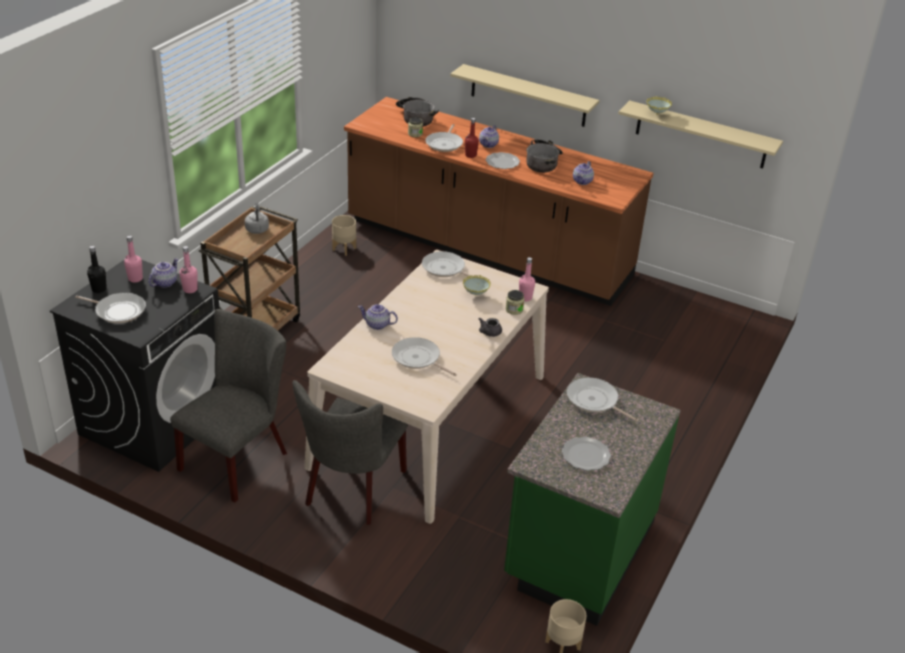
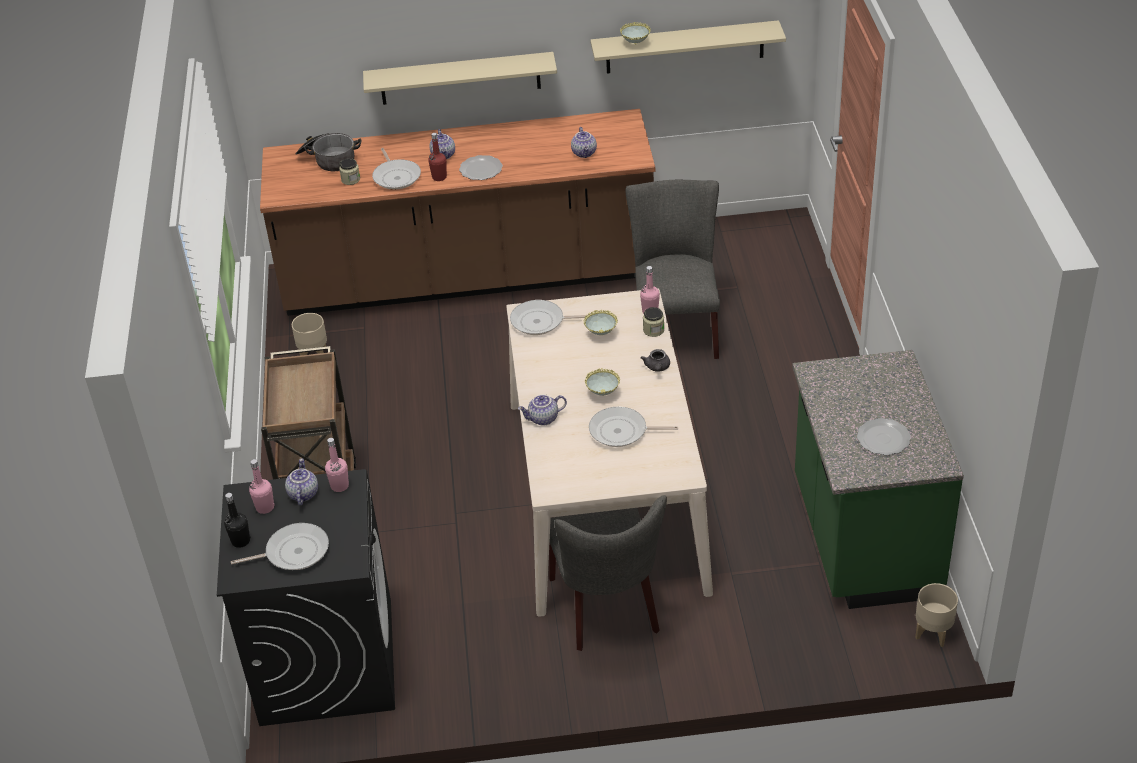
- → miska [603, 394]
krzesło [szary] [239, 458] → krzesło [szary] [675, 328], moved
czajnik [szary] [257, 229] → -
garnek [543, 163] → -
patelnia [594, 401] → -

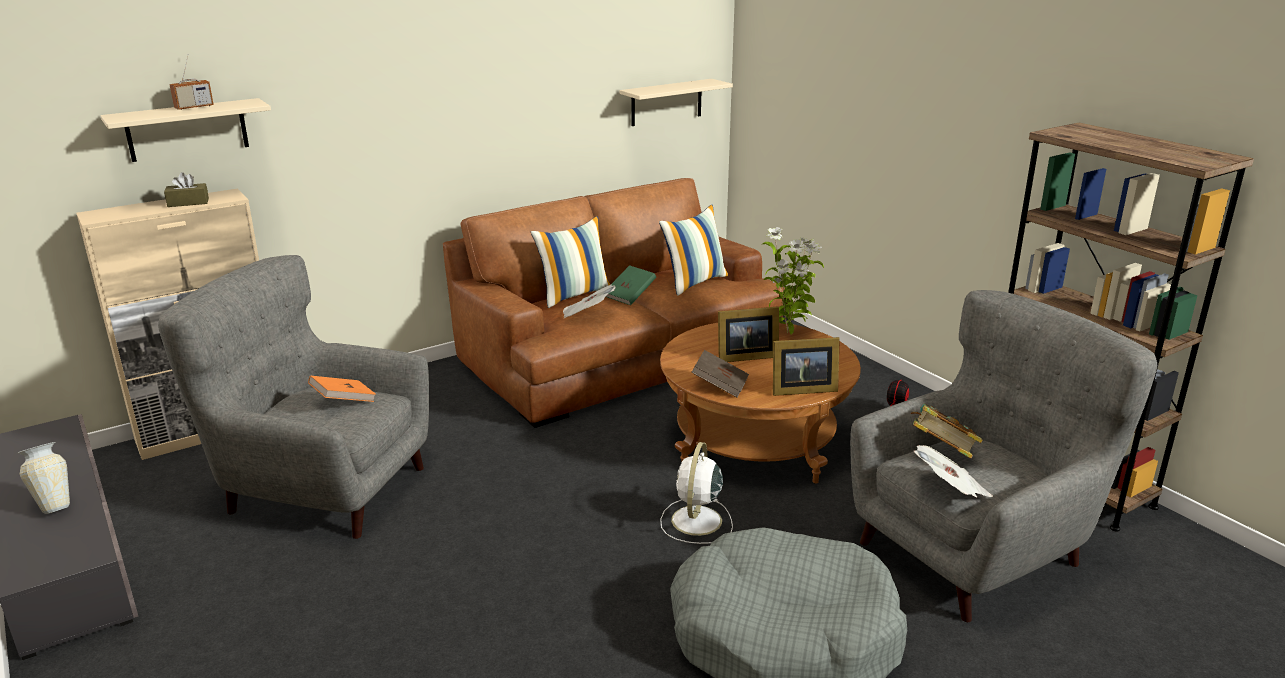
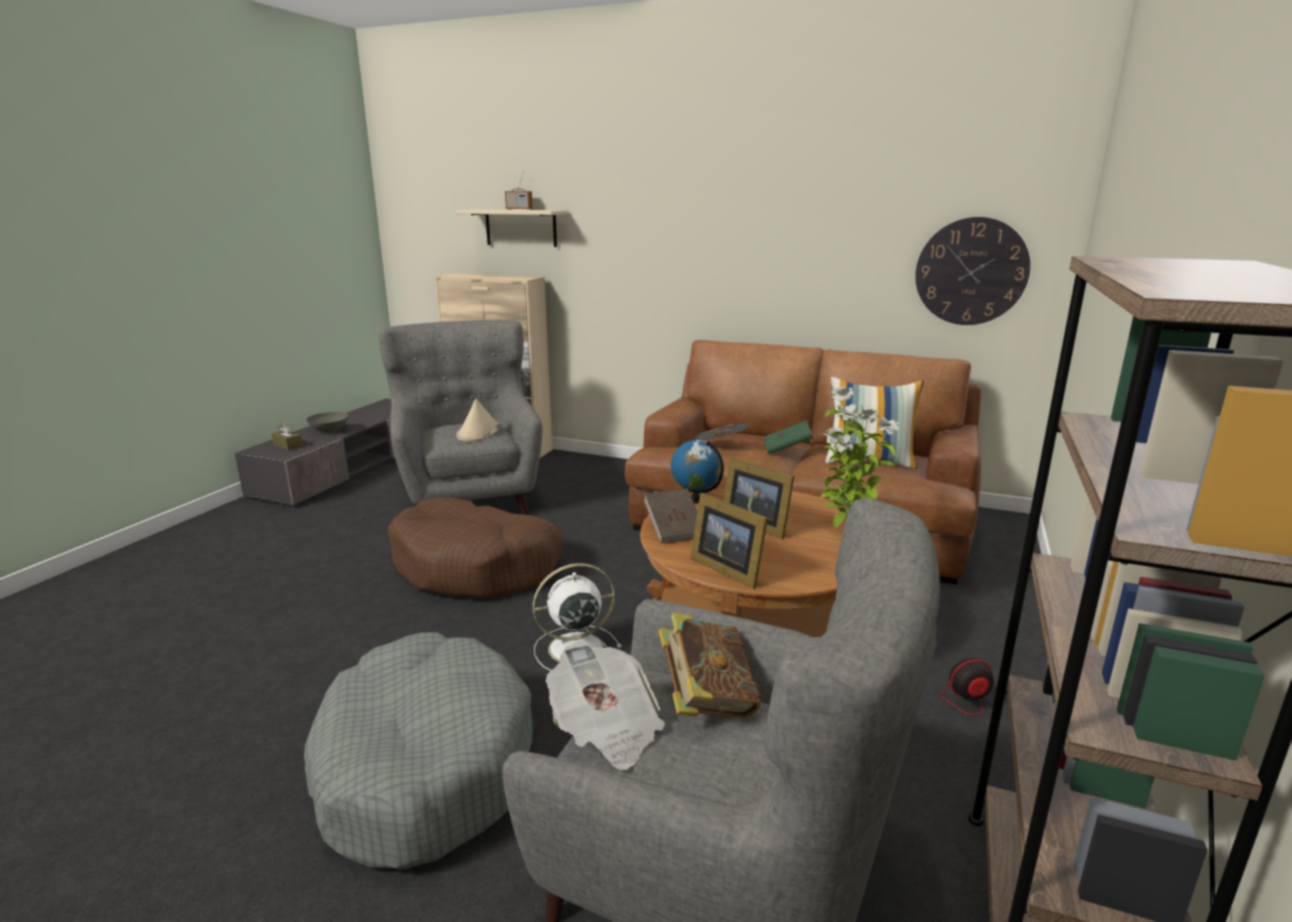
pudełko chusteczek [brązowy] [188, 202] → pudełko chusteczek [brązowy] [288, 445], moved
wazon [55, 505] → miska [szary] [330, 431]
- → legowisko [brązowy] [477, 567]
książka [pomarańczowy] [343, 401] → kapelusz [beżowy] [478, 432]
- → globus [695, 500]
półka [beżowy] [666, 102] → zegar ścienny [971, 272]
poduszka [574, 295] → -

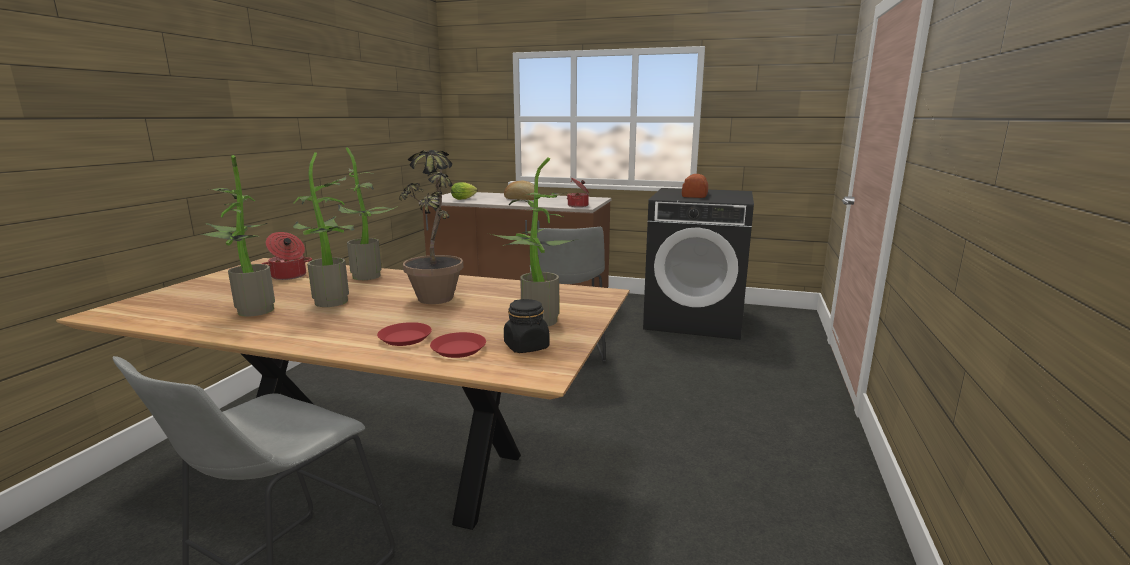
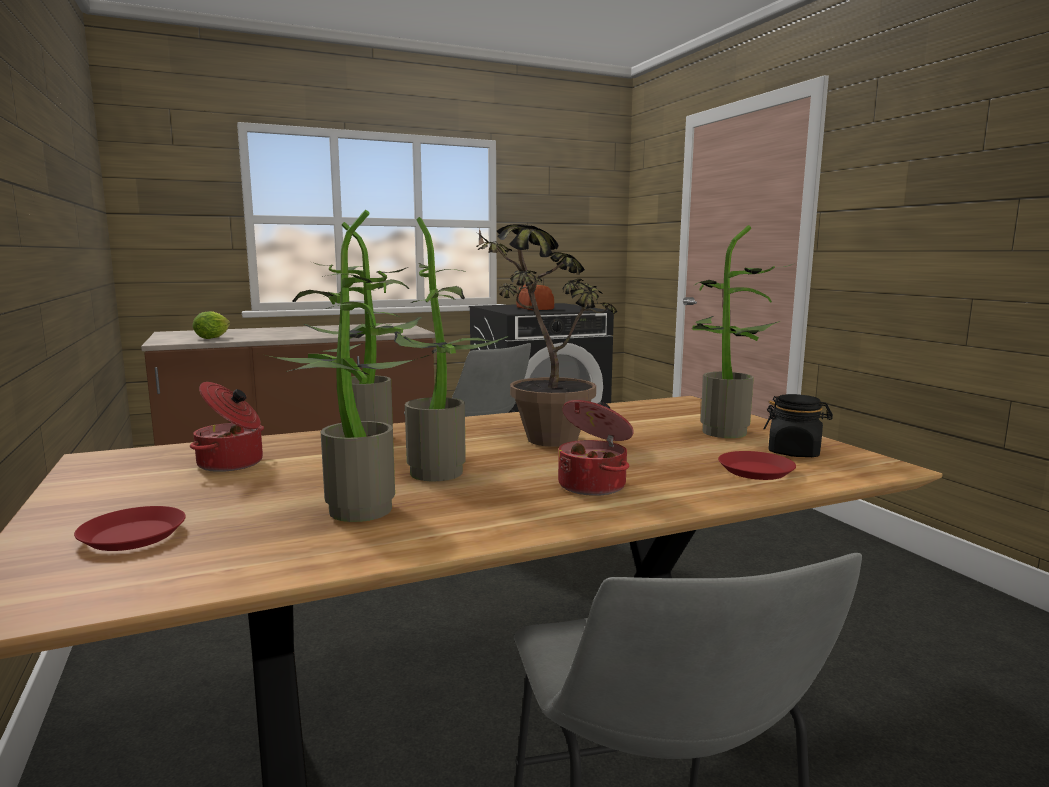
talerz [czerwony] [405, 338] → talerz [czerwony] [133, 535], moved
garnek [578, 206] → garnek [593, 485], moved
chleb [521, 199] → -

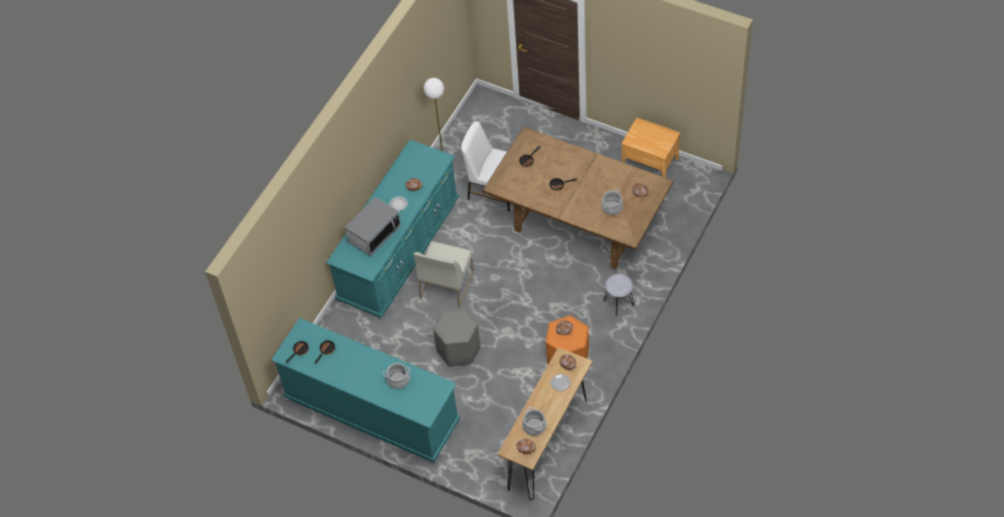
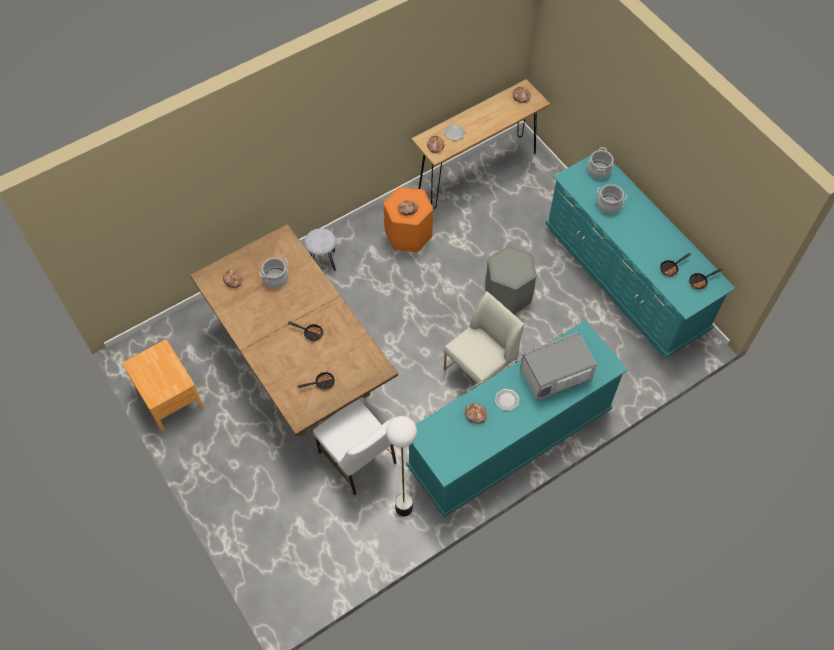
garnek [534, 426] → garnek [599, 170], moved

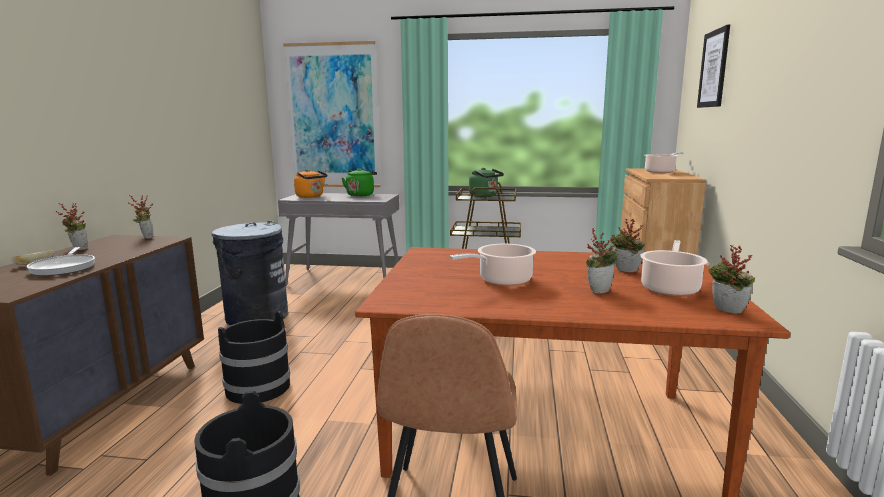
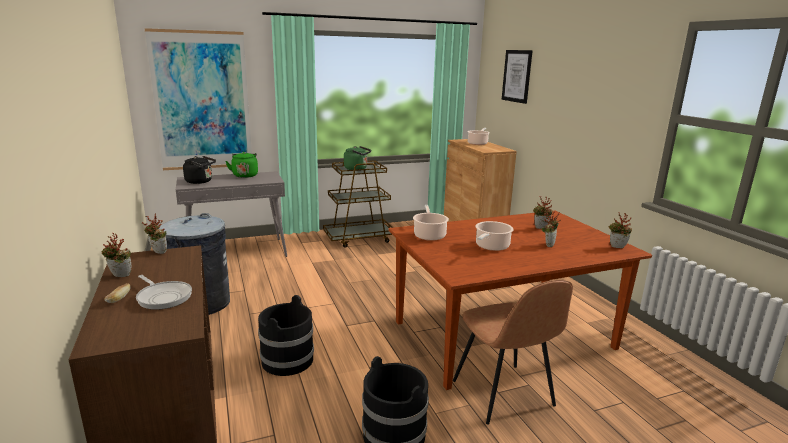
czajnik [pomarańczowy] [311, 196] → czajnik [czarny] [200, 181]
garnek [670, 288] → garnek [429, 235], moved

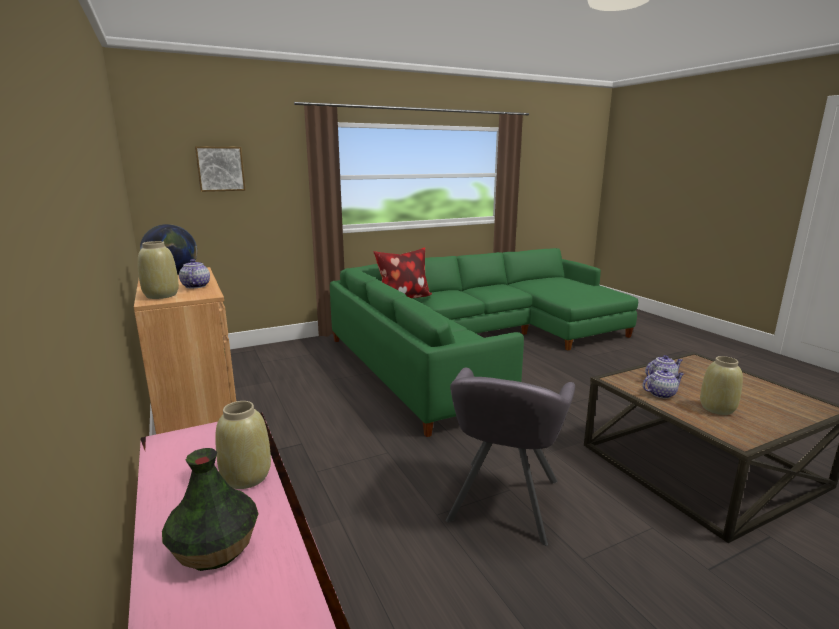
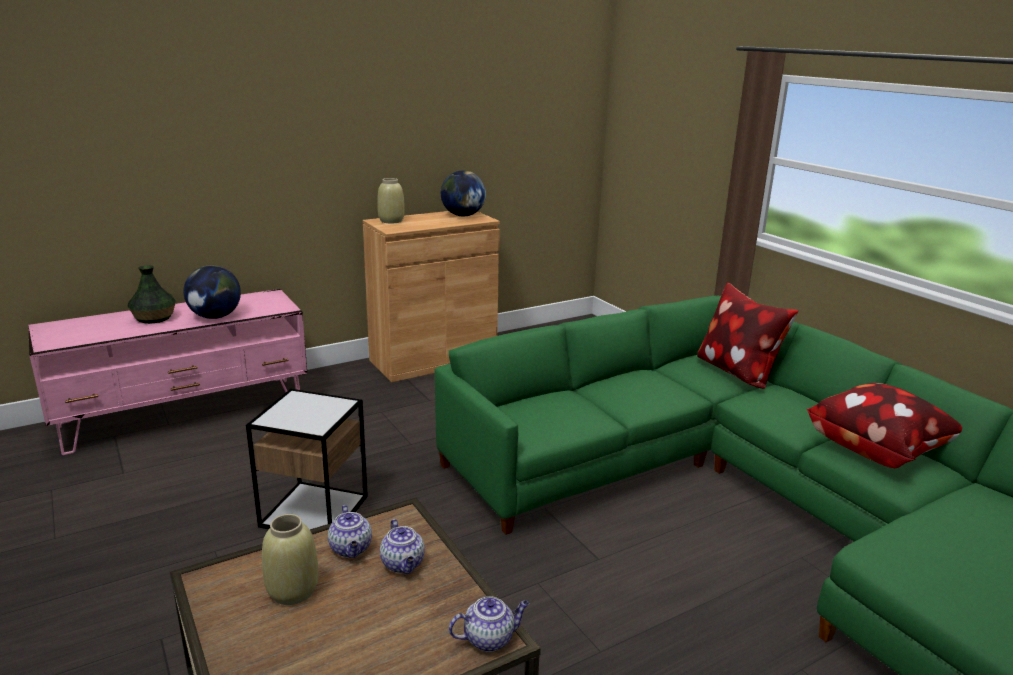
wazon [beżowy] [247, 477] → globus [215, 317]
fotel [szary] [503, 500] → stolik [314, 511]
imbryk [195, 286] → imbryk [489, 638], moved
- → poduszka [876, 449]
obraz [220, 169] → -

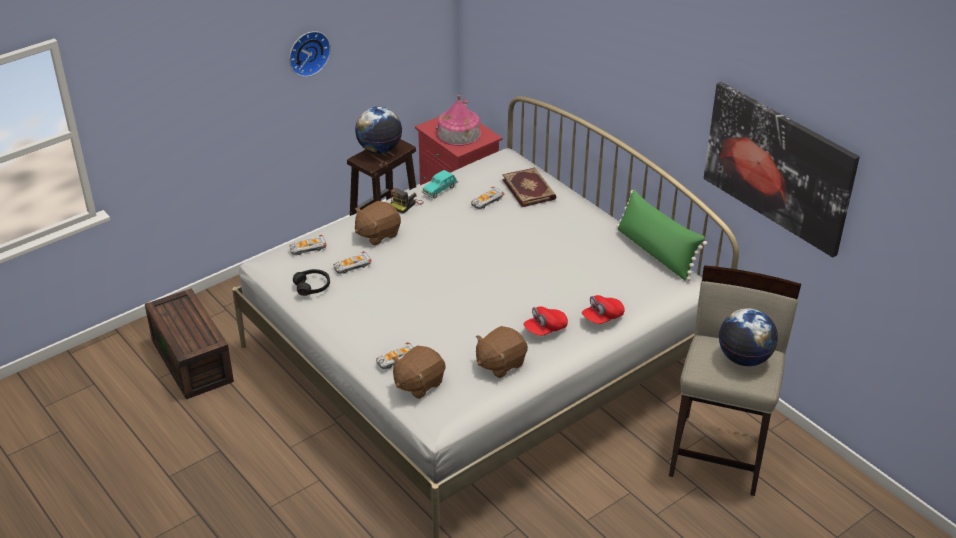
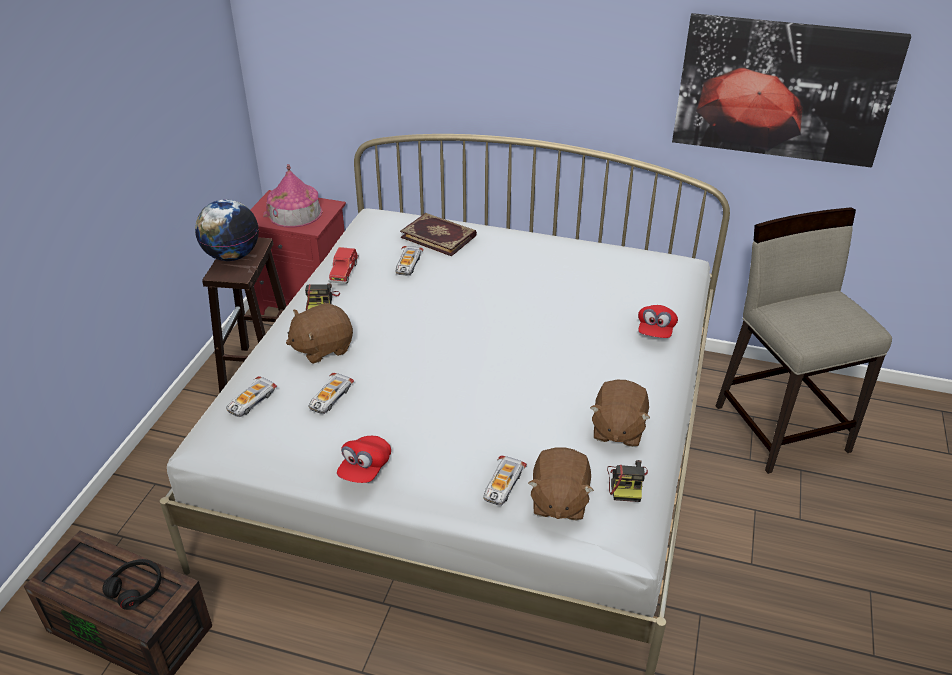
słuchawki [czarny] [312, 286] → słuchawki [czarny] [136, 588], moved
pluszak [brązowy] [377, 234] → pluszak [brązowy] [322, 348], 45 degrees clockwise
samochodzik [turkusowy] [440, 190] → samochodzik [czerwony] [344, 272]
czapka z daszkiem [czerwony] [545, 329] → czapka z daszkiem [czerwony] [365, 469], moved
- → aparat fotograficzny [626, 483]
zegar ścienny [307, 52] → -
poduszka [zielony] [656, 252] → -
globus [744, 358] → -

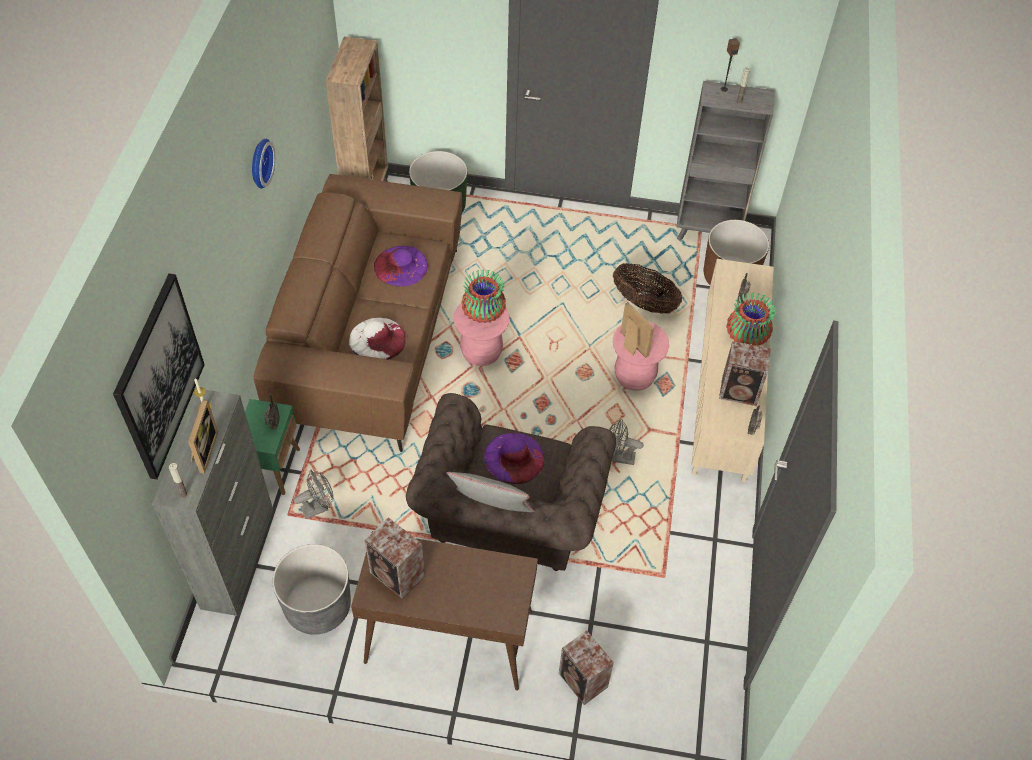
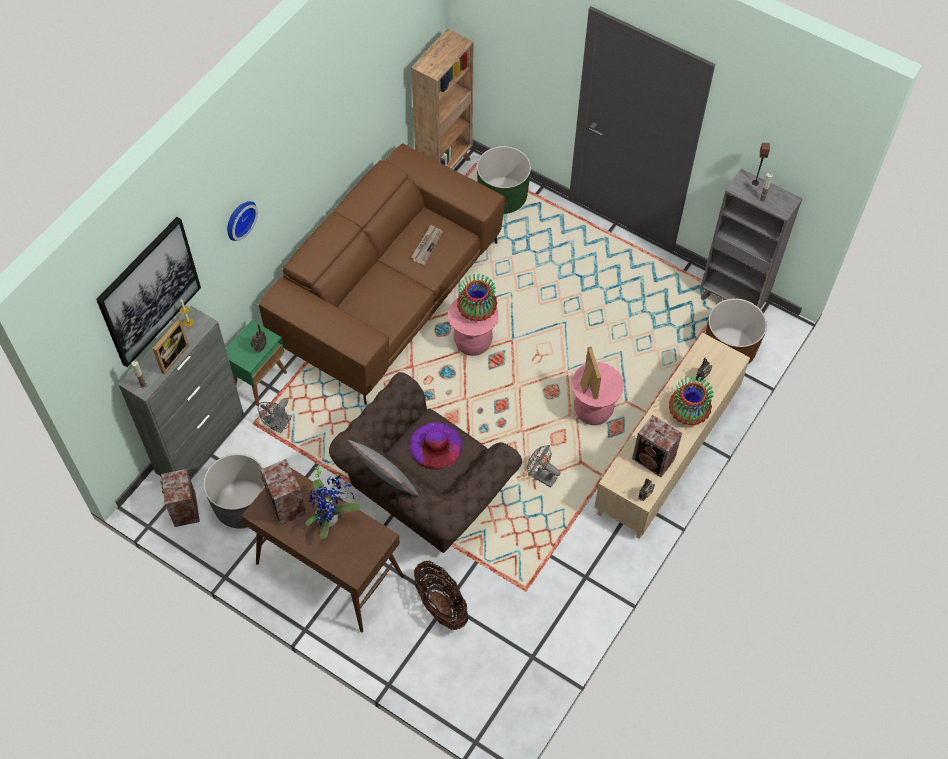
głośnik [583, 682] → głośnik [184, 510], moved
zegar ścienny [259, 163] → zegar ścienny [239, 219], moved
wentylator [szary] [318, 507] → wentylator [szary] [279, 426], 120 degrees clockwise
- → roślina doniczkowa [330, 518]
kapelusz [fioletowy] [401, 266] → gazeta [426, 245]
koszyk [644, 303] → koszyk [441, 605], moved
kapelusz [biały] [377, 339] → -

